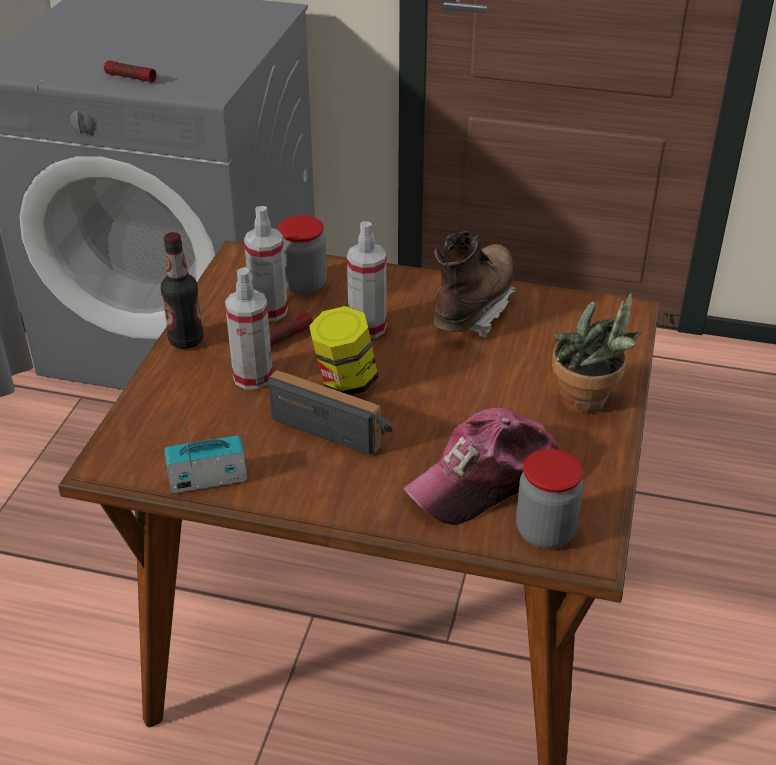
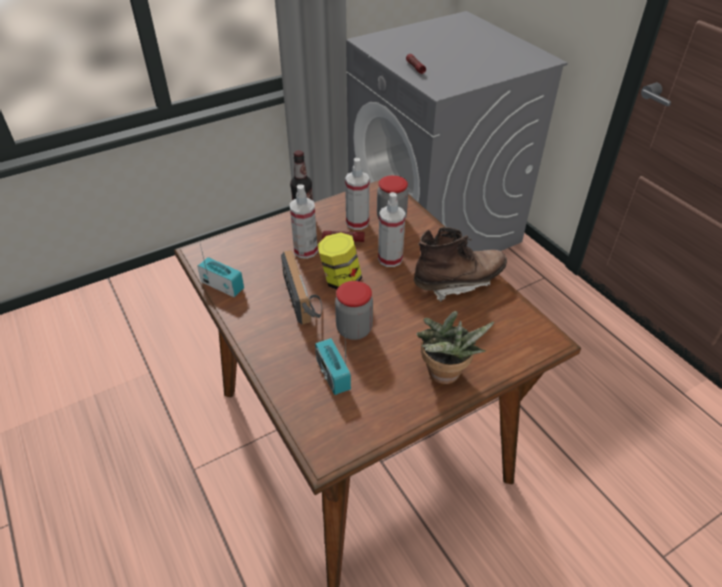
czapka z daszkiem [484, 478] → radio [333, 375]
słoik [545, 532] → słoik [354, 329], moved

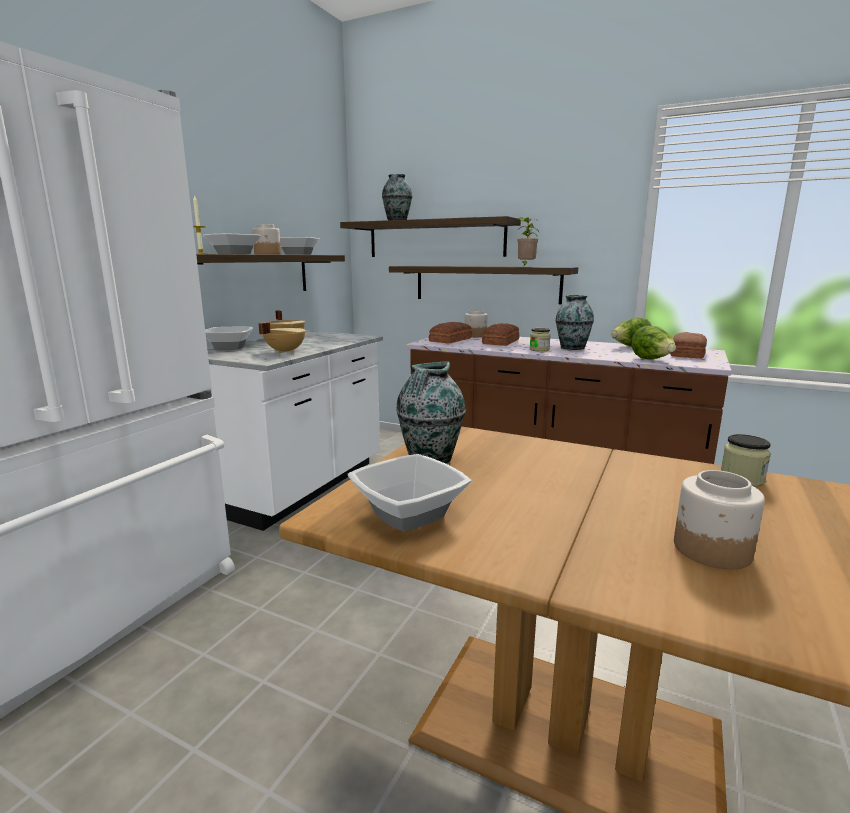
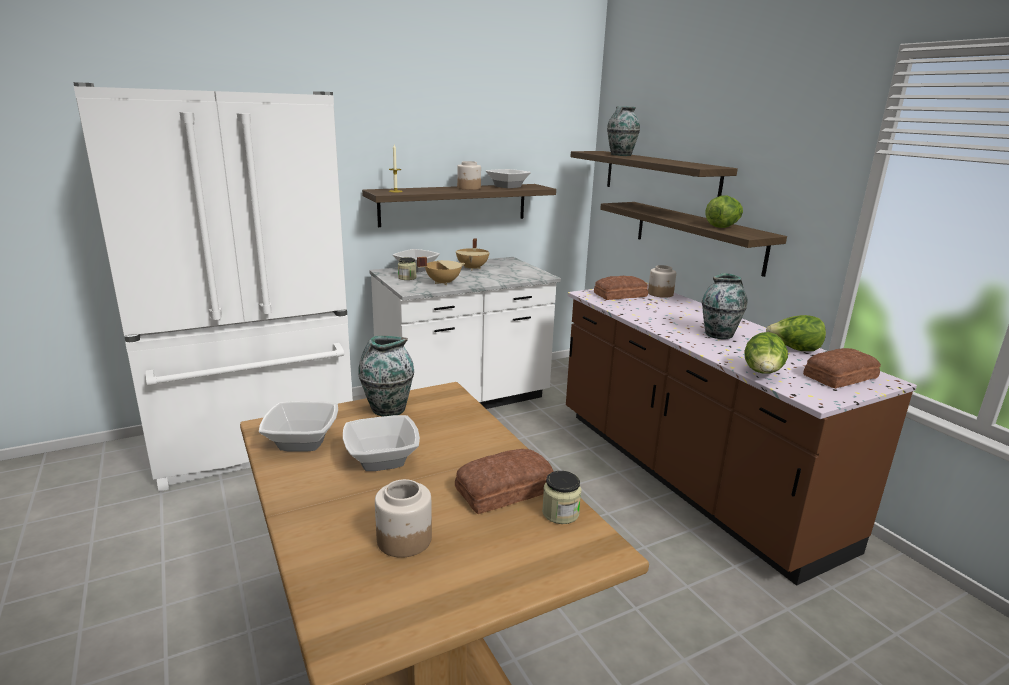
miska [235, 254] → miska [382, 460], moved
słoik [539, 350] → słoik [407, 278], moved
chleb [502, 342] → chleb [506, 491], moved
roślina doniczkowa [525, 266] → sałata [723, 226]

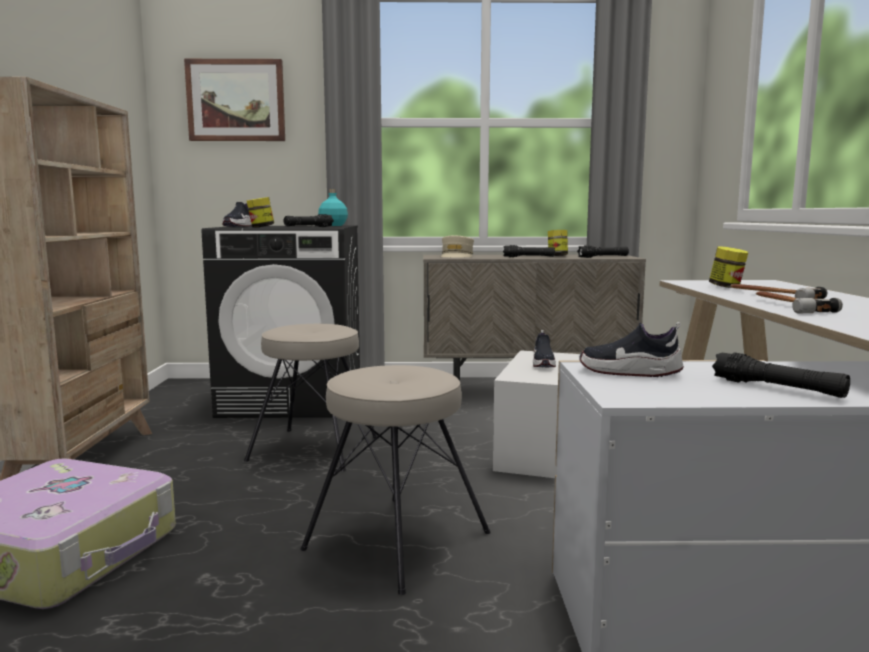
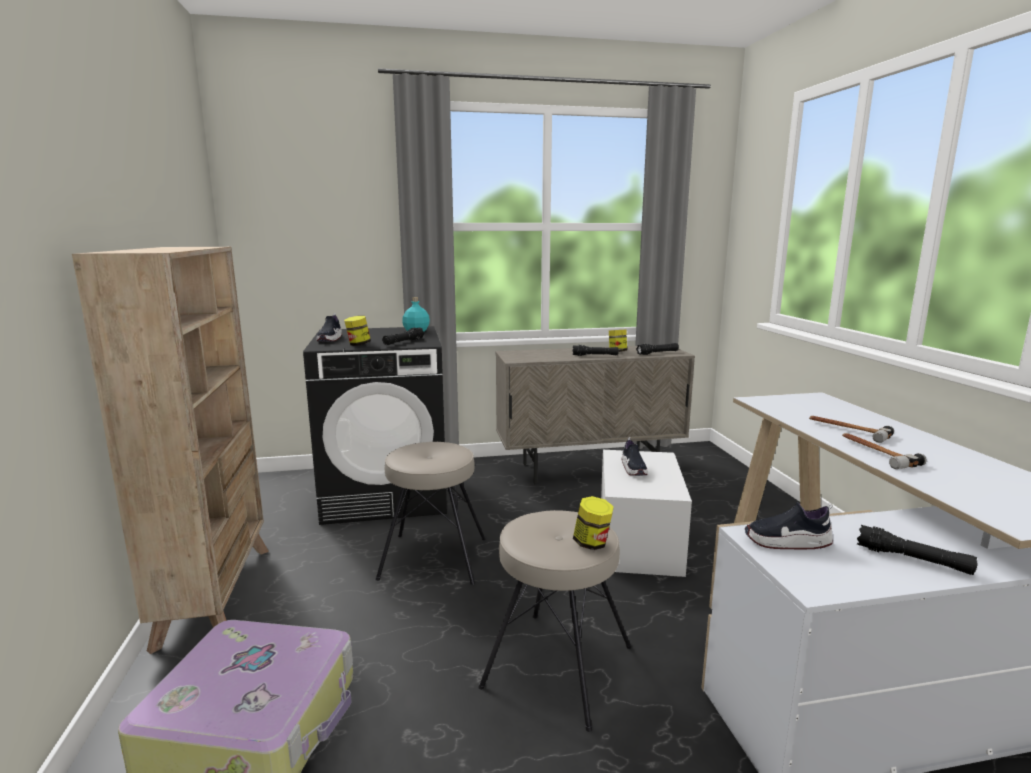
słoik [726, 287] → słoik [592, 543], moved
obraz [236, 100] → -
czapka z daszkiem [beżowy] [457, 256] → -

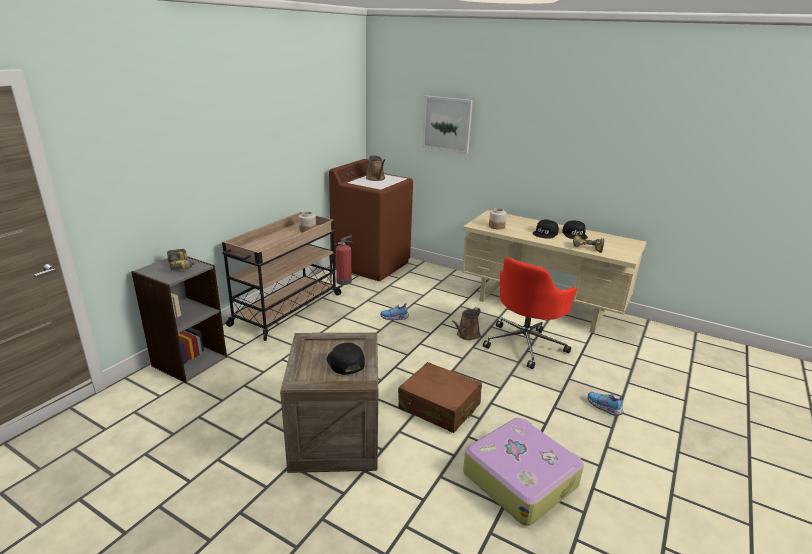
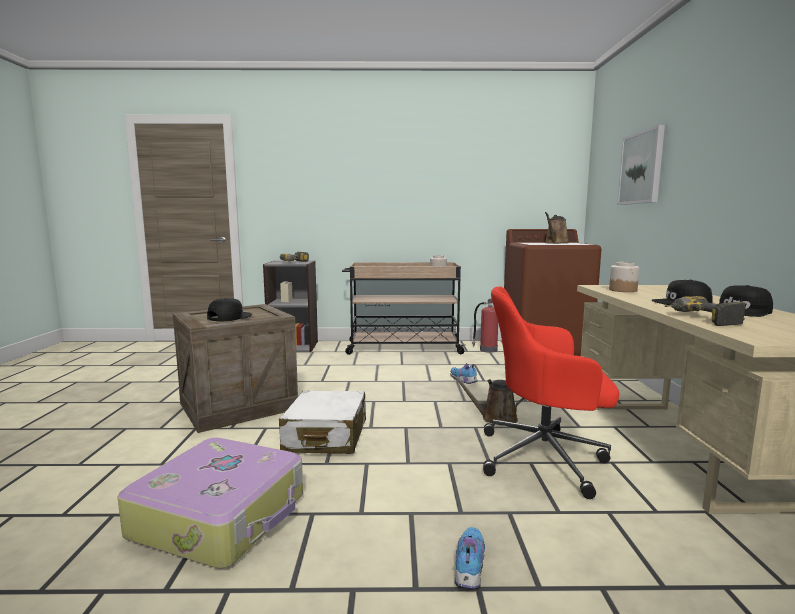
walizka [brązowy] [439, 407] → walizka [biały] [326, 436]

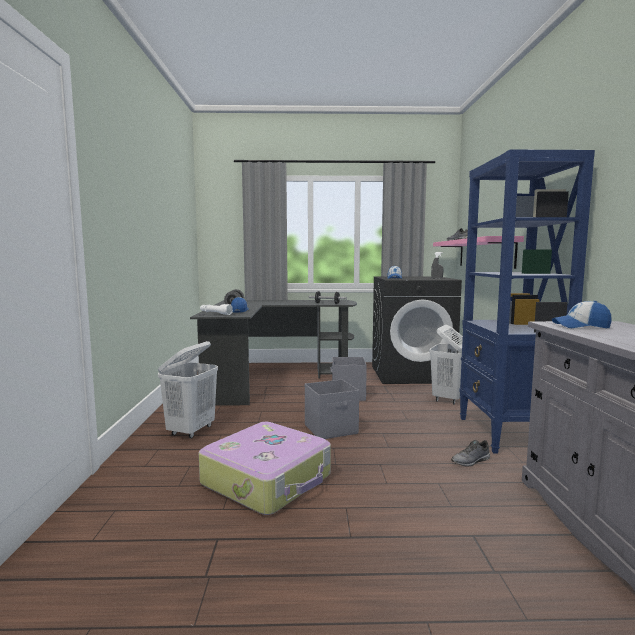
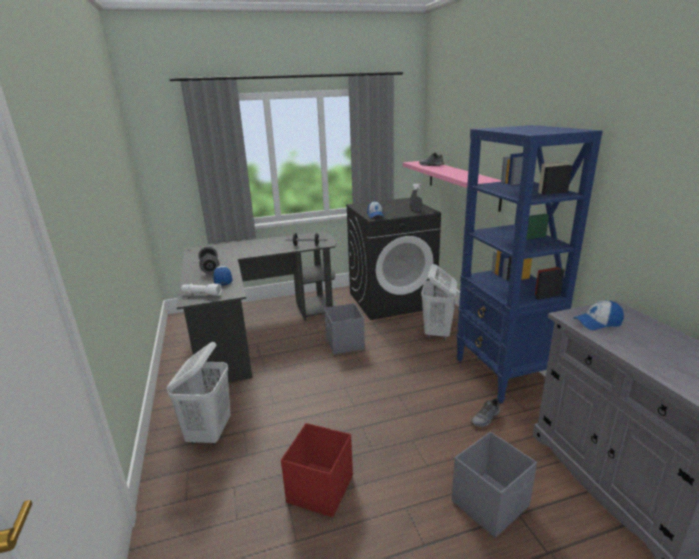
walizka [268, 480] → pojemnik do przechowywania [czerwony] [321, 488]
pojemnik do przechowywania [szary] [331, 429] → pojemnik do przechowywania [szary] [491, 503], moved

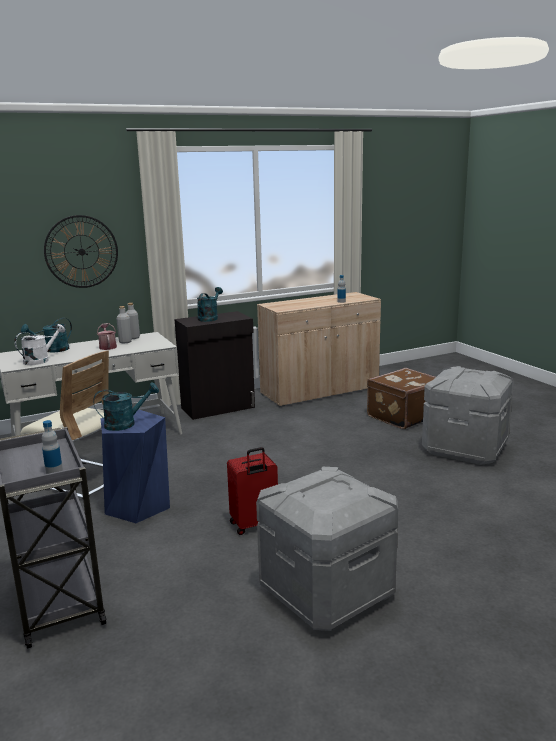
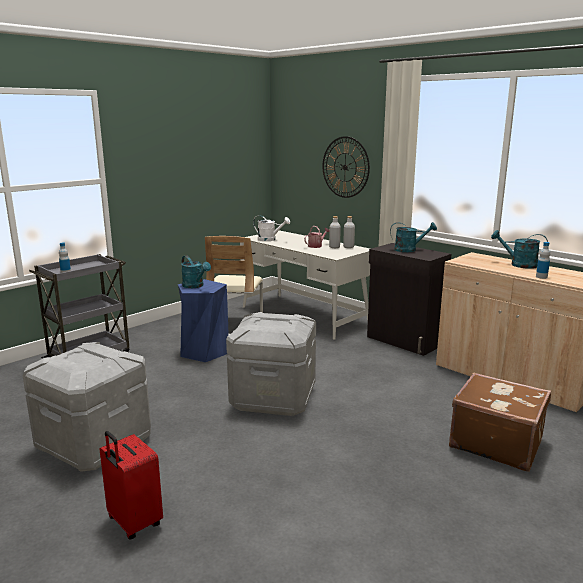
walizka [czerwony] [254, 525] → walizka [czerwony] [133, 522], moved
pojemnik do przechowywania [szary] [464, 448] → pojemnik do przechowywania [szary] [274, 397], moved
konewka [turkusowy] [52, 350] → konewka [turkusowy] [518, 264], moved

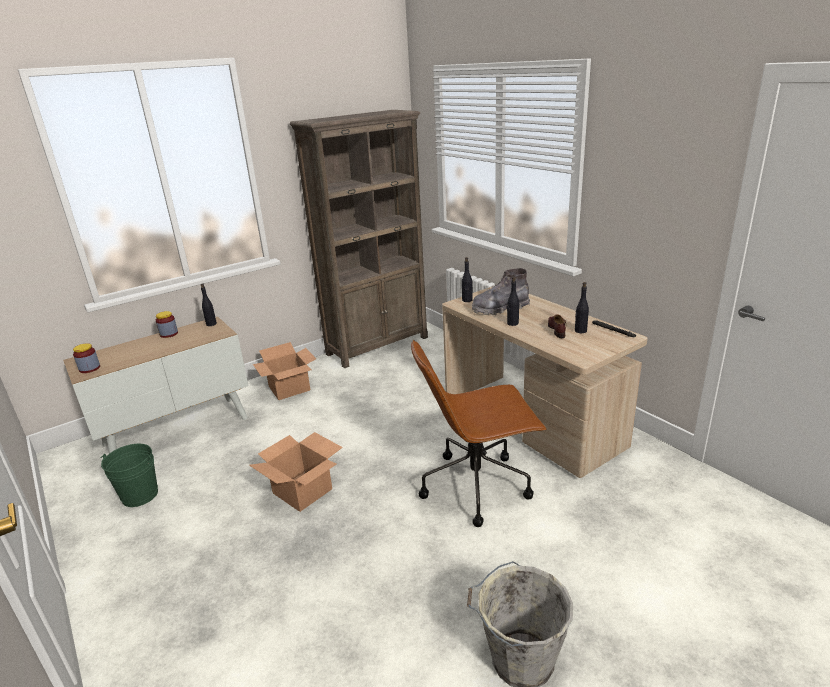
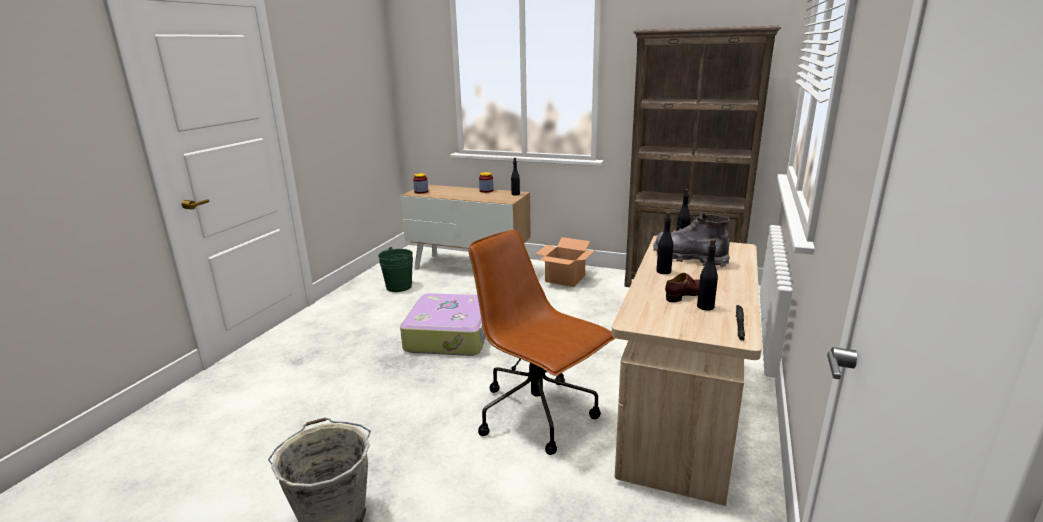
karton [301, 491] → walizka [451, 335]

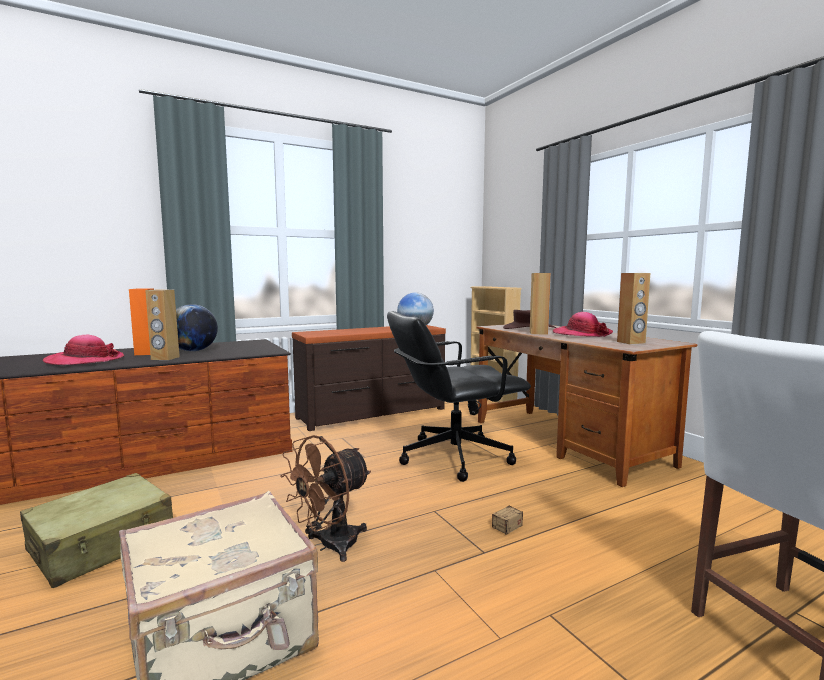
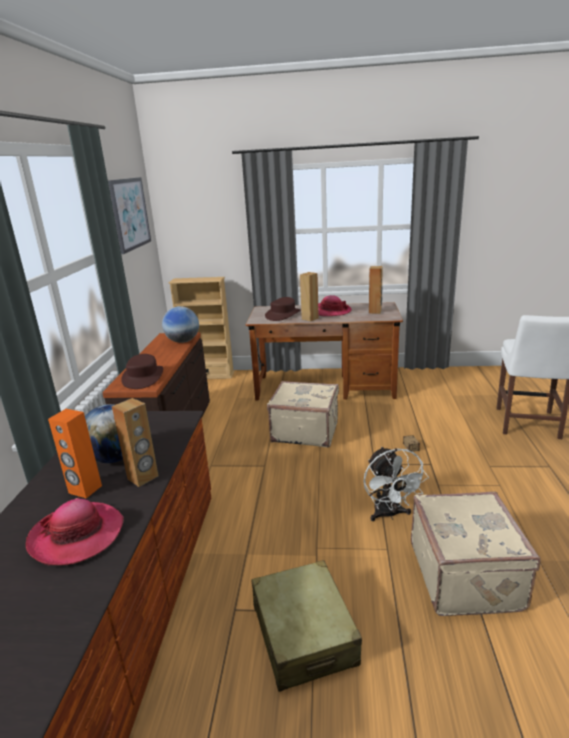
- → obraz [130, 214]
- → kapelusz [brązowy] [143, 377]
krzesło biurowe [czarny] [453, 457] → walizka [beżowy] [305, 431]
wentylator [brązowy] [330, 546] → wentylator [biały] [389, 514]

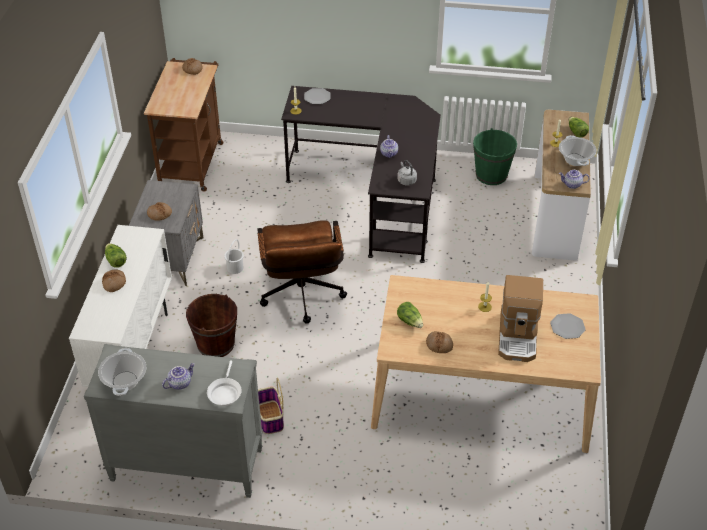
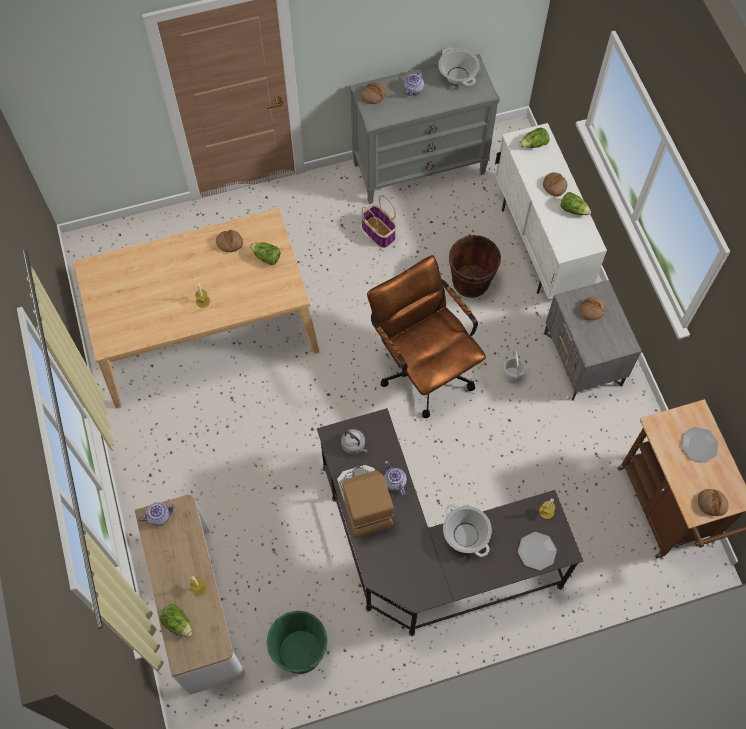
ekspres do kawy [518, 336] → ekspres do kawy [363, 502], moved
patelnia [biały] [225, 393] → chleb [373, 95]
garnek [575, 159] → garnek [465, 534], moved
- → sałata [534, 144]
talerz [567, 327] → talerz [699, 445], moved

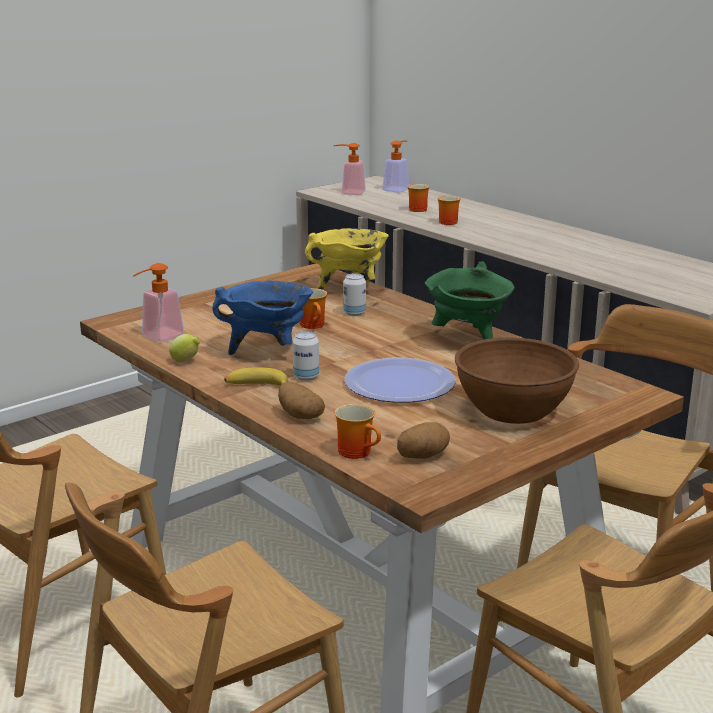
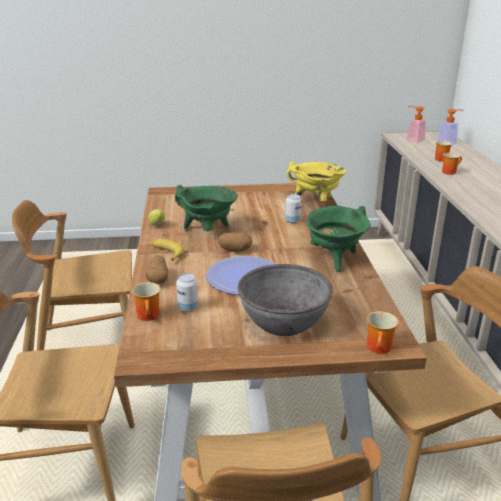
garnek [niebieski] [267, 350] → garnek [zielony] [207, 231]
puszka [306, 377] → puszka [188, 307], moved
ziemniak [422, 456] → ziemniak [235, 250], moved
miska [brązowy] [513, 410] → miska [szary] [284, 321]
kubek [314, 325] → kubek [380, 349], moved
dozownik mydła [157, 337] → -

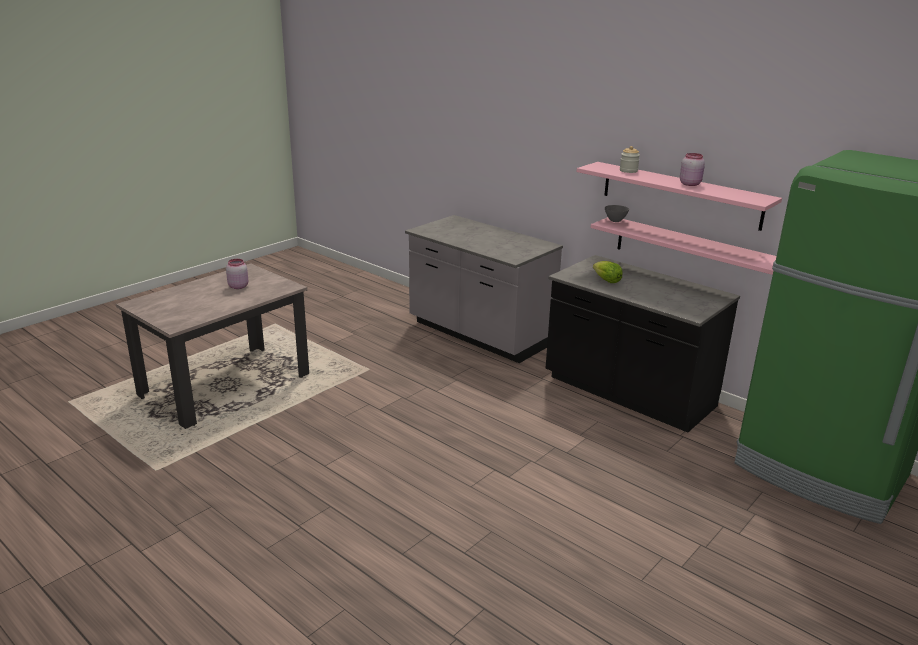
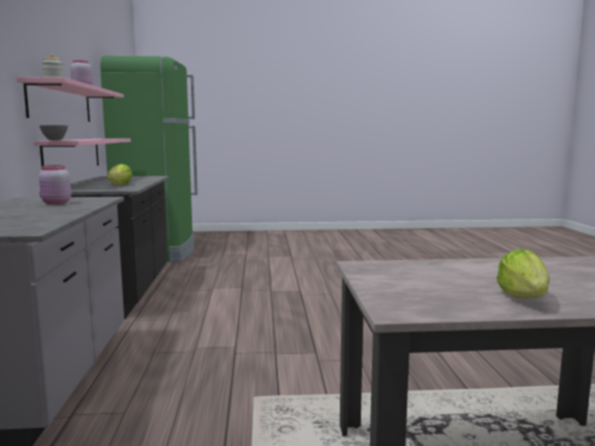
słoik [różowy] [238, 286] → słoik [różowy] [56, 203], moved
- → sałata [523, 298]

